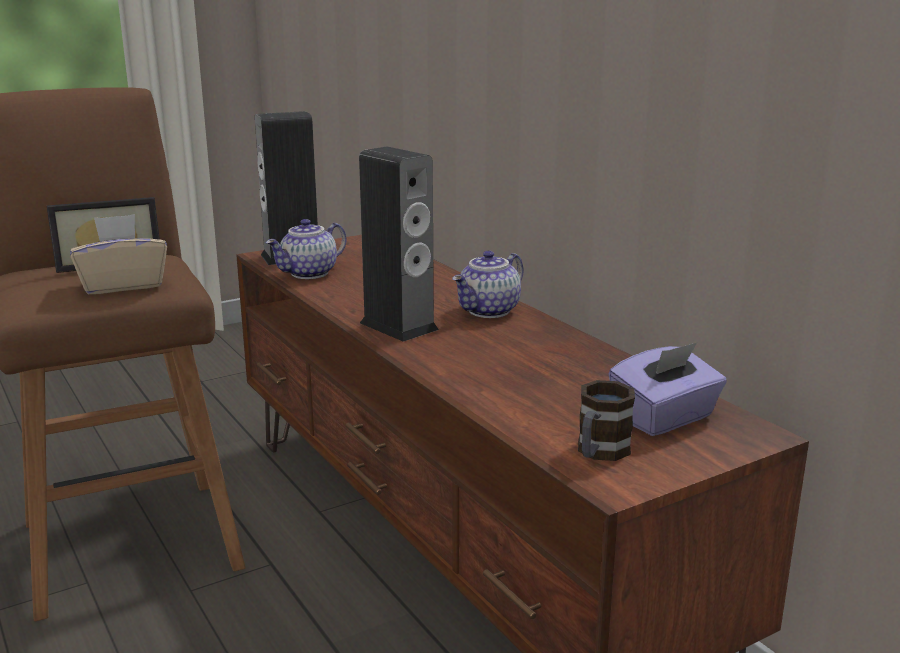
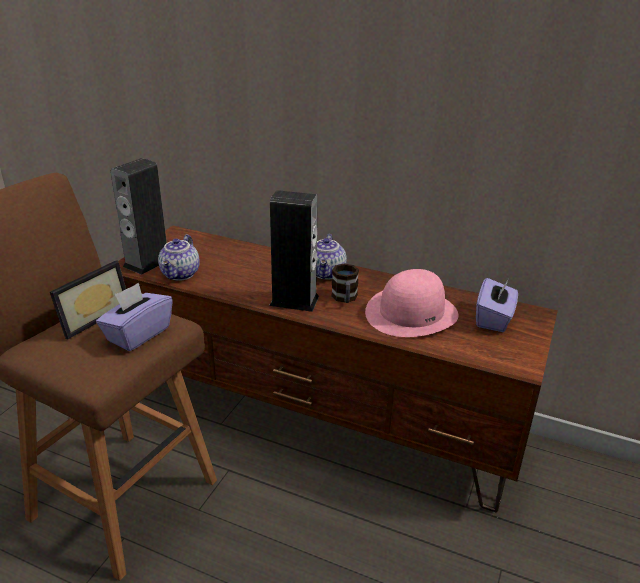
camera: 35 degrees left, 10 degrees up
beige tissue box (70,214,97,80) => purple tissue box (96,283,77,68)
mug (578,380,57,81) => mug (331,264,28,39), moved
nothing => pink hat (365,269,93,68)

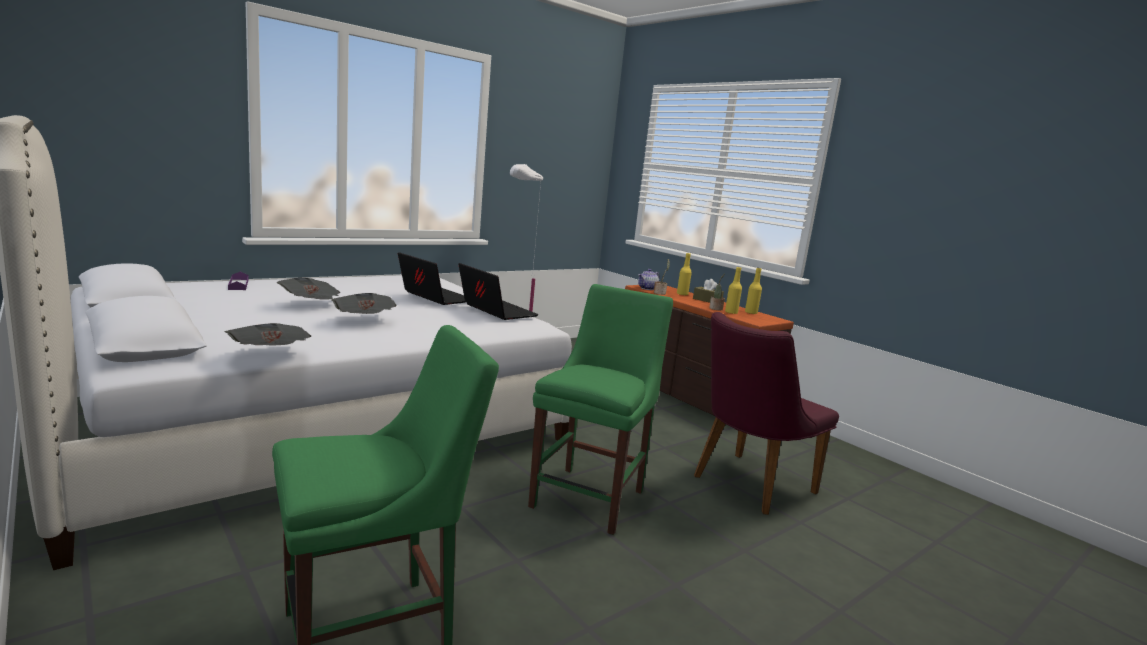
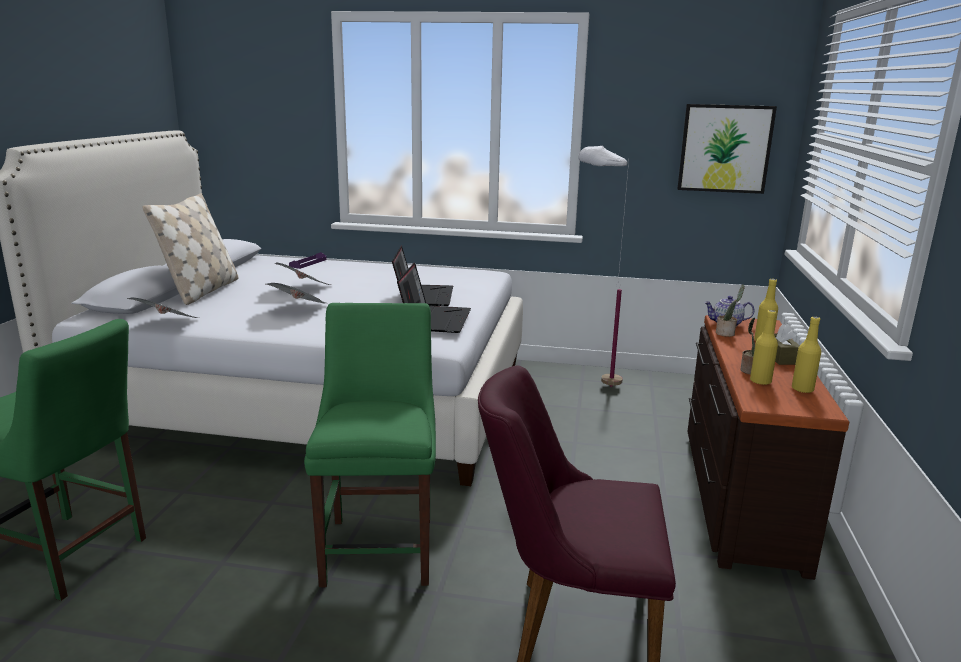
camera: 50 degrees right, 5 degrees up
green chair (528,284,145,251) => green chair (304,303,132,284), 75 degrees counterclockwise
nothing => beige pillow (143,193,95,112)
nothing => picture (678,104,99,90)

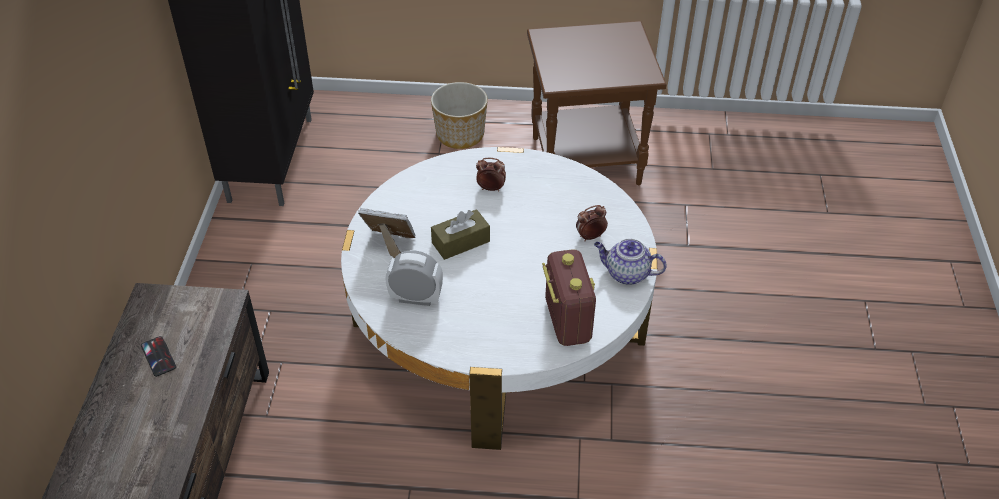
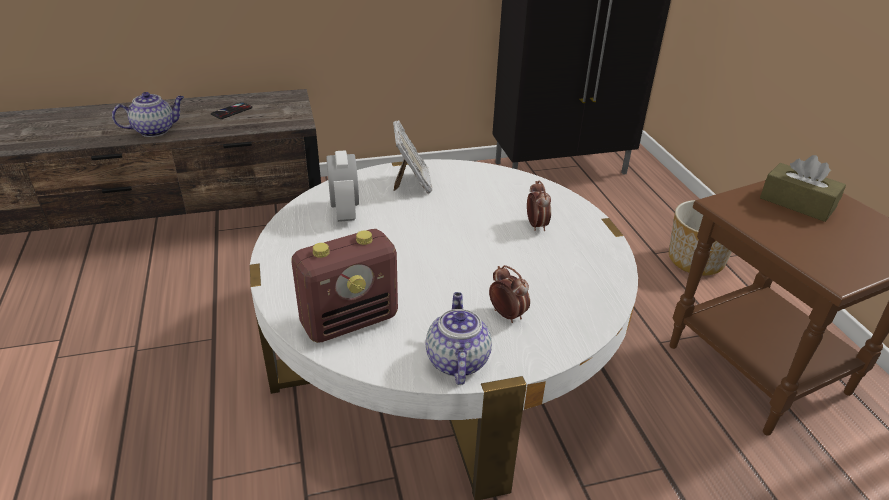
camera: 70 degrees right, 10 degrees down
brown tissue box (431,209,59,51) => brown tissue box (760,155,86,67), moved
nothing => teapot (112,92,72,45)

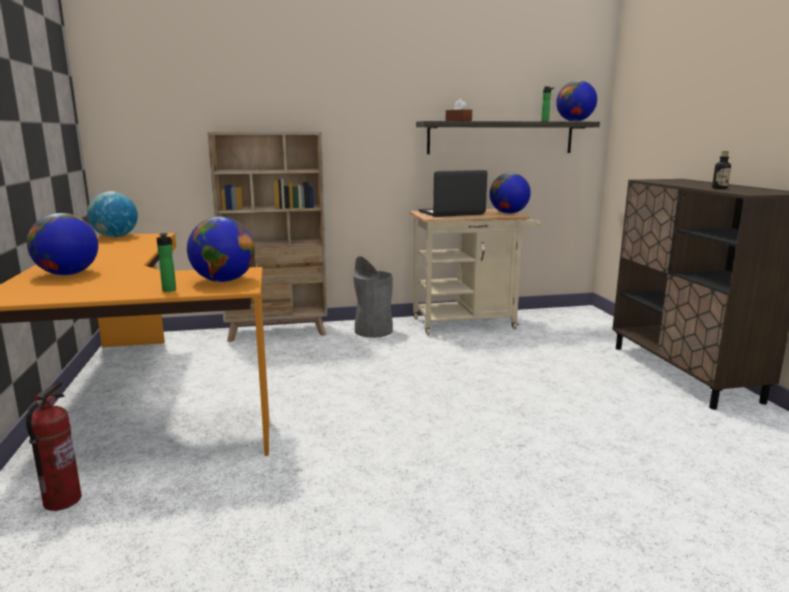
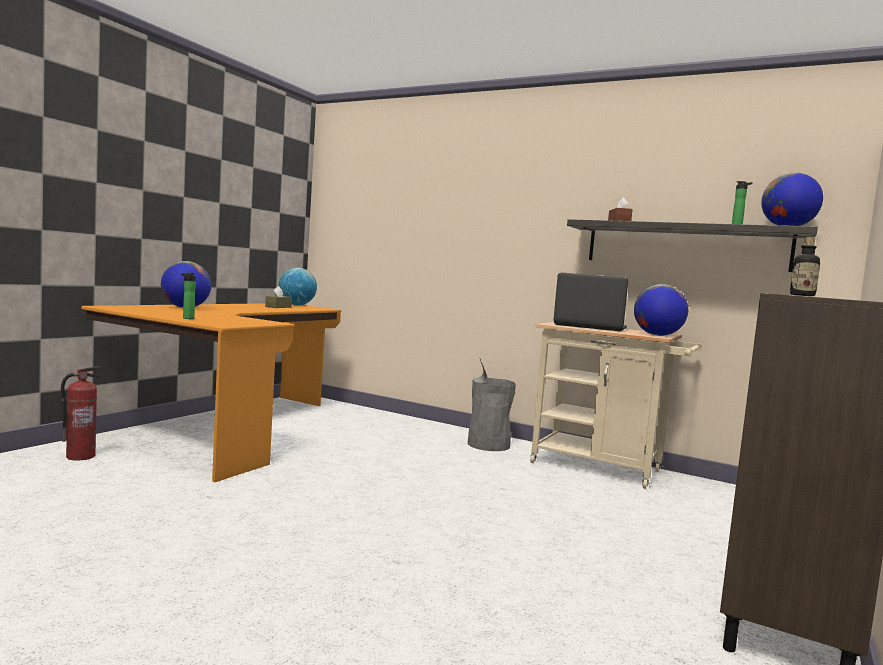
camera: 40 degrees right, 10 degrees down
globe (187,217,68,65) => nothing
beige bookcase (208,132,119,210) => nothing
nothing => brown tissue box (265,286,27,22)

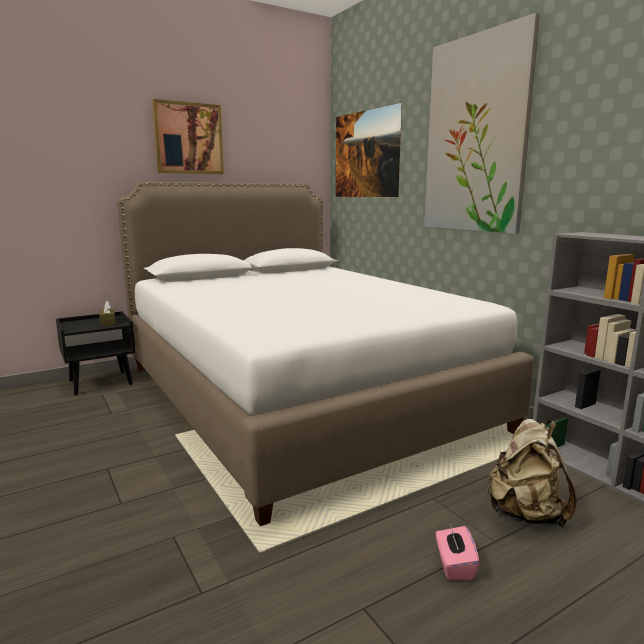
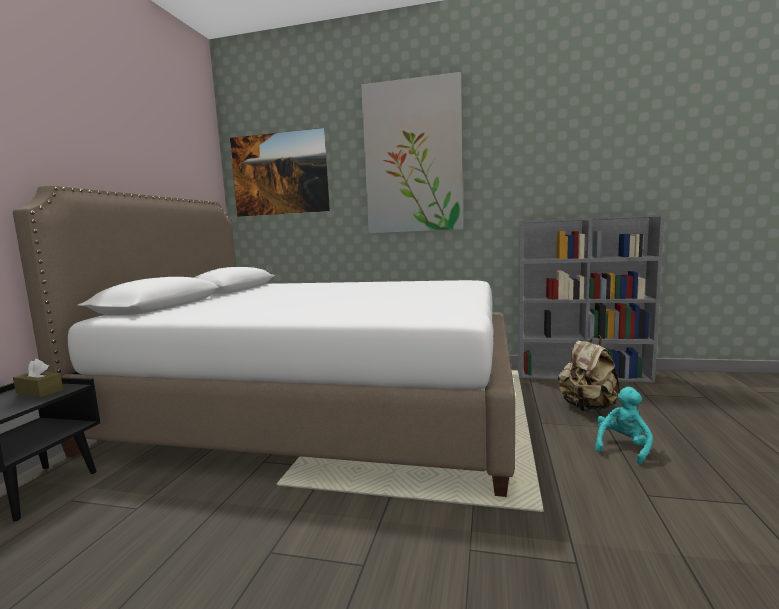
camera: 45 degrees left, 5 degrees down
picture (152,99,72,75) => nothing
pink tissue box (436,524,44,57) => turquoise plush toy (595,387,58,78)

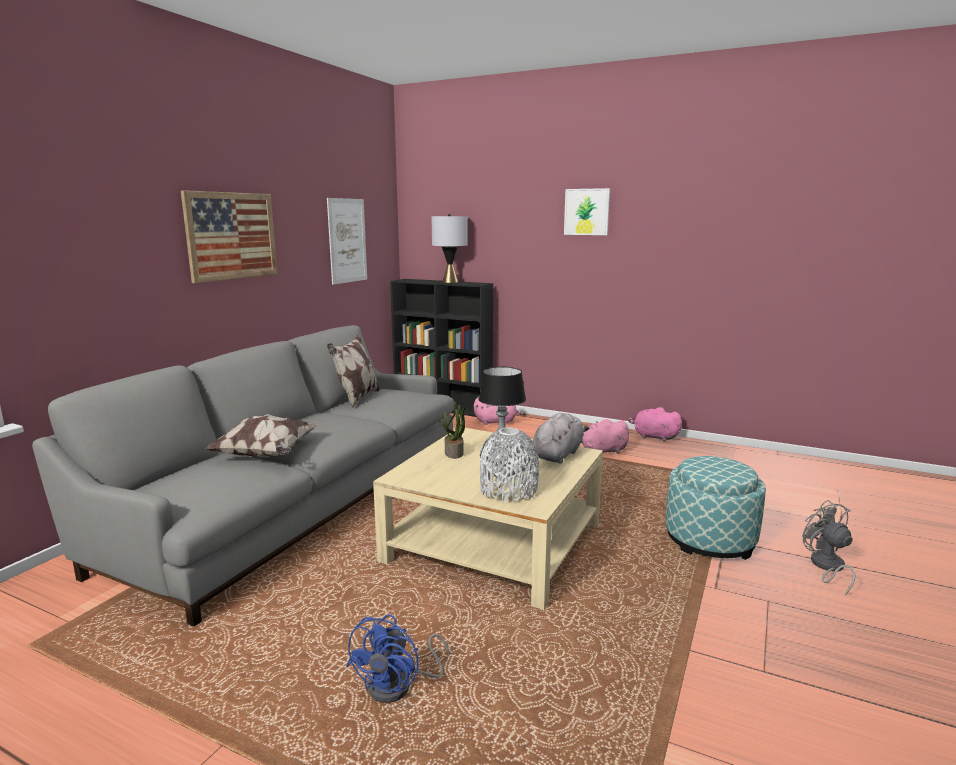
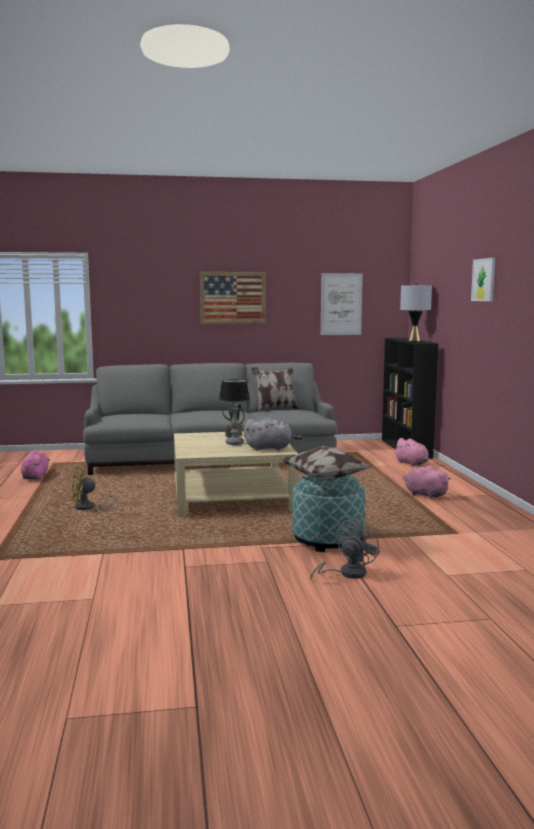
camera: 55 degrees right, 5 degrees down
pillow (205,414,113,44) => pillow (282,446,89,35), moved
blue fan (346,614,104,89) => yellow fan (72,467,47,45)
grey vase (480,427,59,75) => nothing
pink plush toy (628,407,54,34) => pink plush toy (21,451,29,29), moved

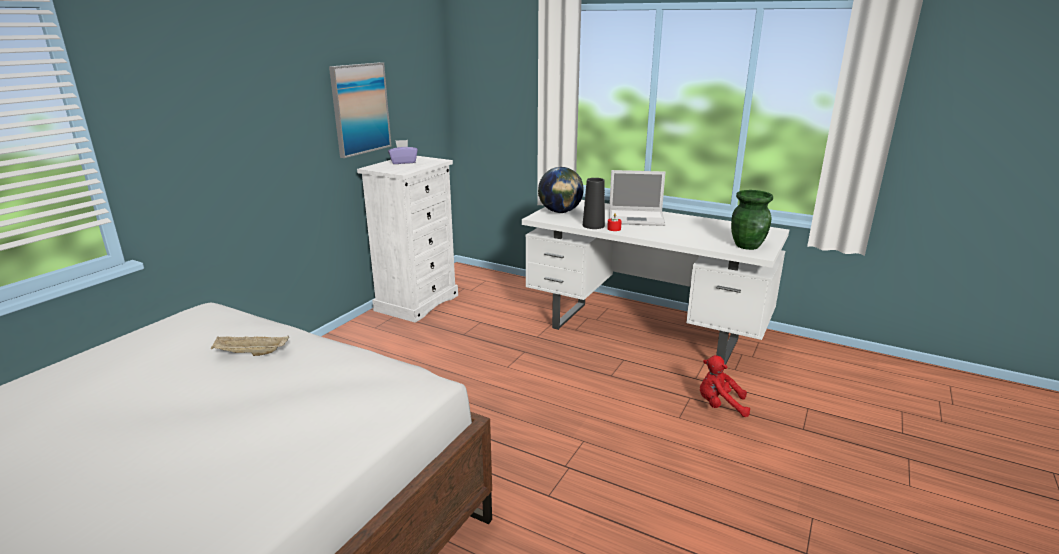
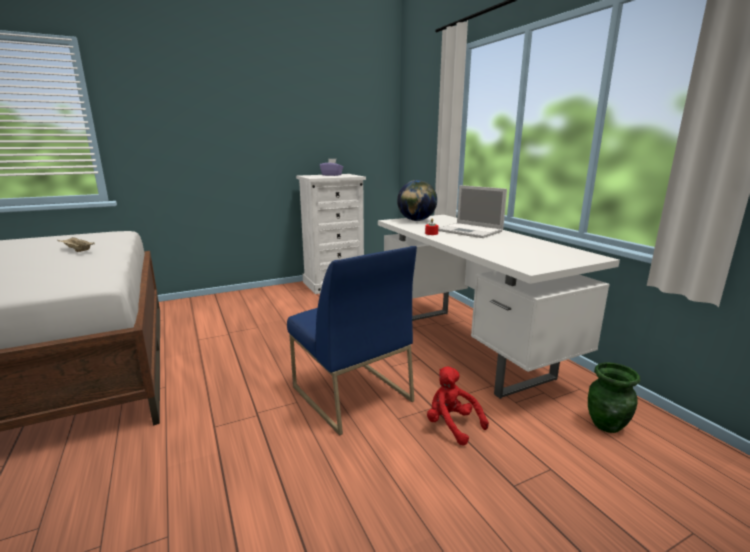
camera: 35 degrees right, 5 degrees down
picture (329,62,62,96) => nothing
black vase (583,178,22,51) => nothing
green vase (731,190,42,60) => green vase (588,362,52,71), moved
nothing => blue chair (287,246,130,189)

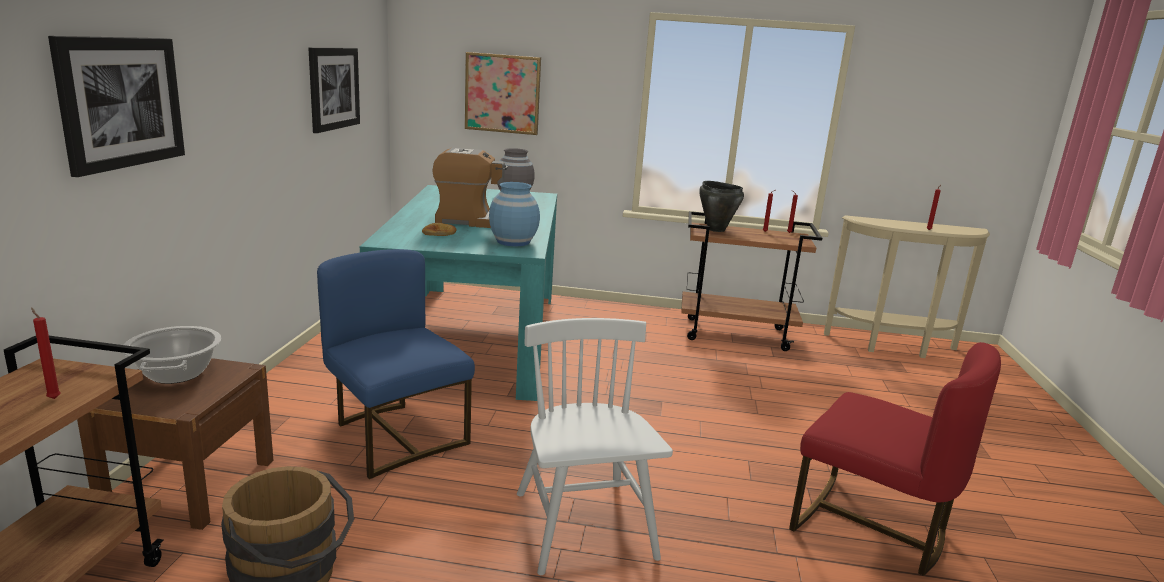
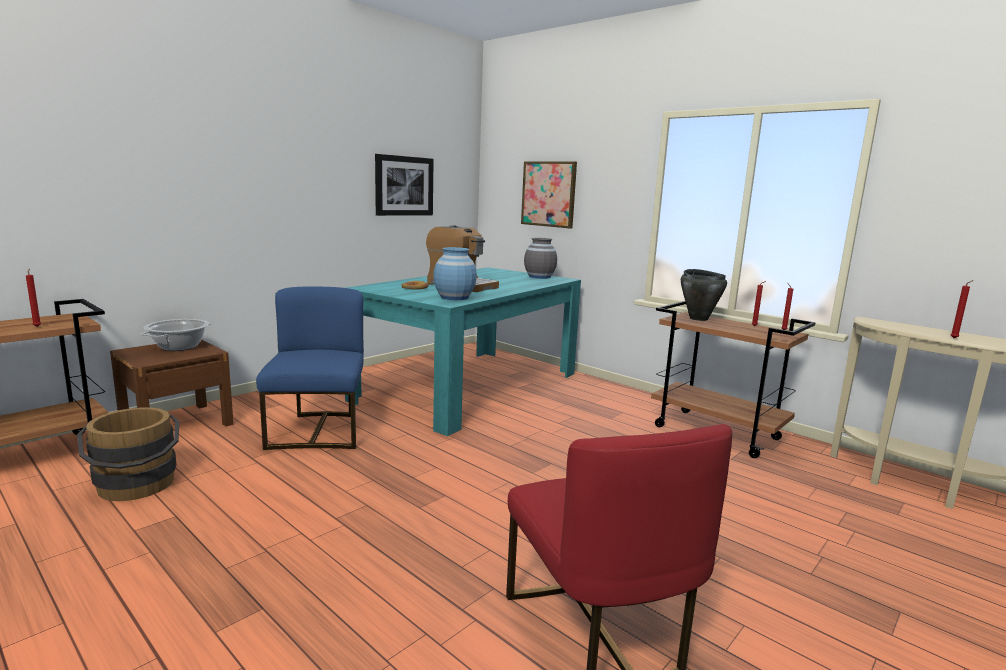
camera: 35 degrees right, 5 degrees down
picture (48,36,137,141) => nothing
white chair (517,318,156,257) => nothing

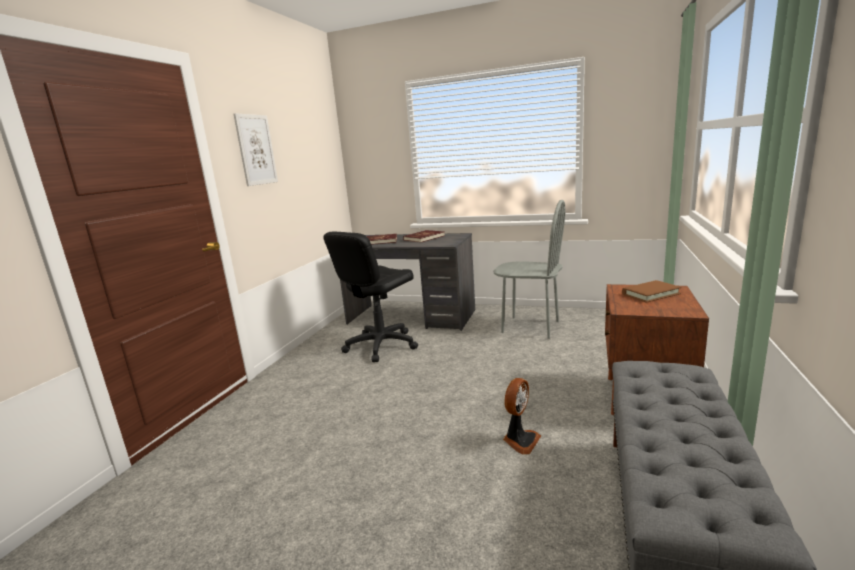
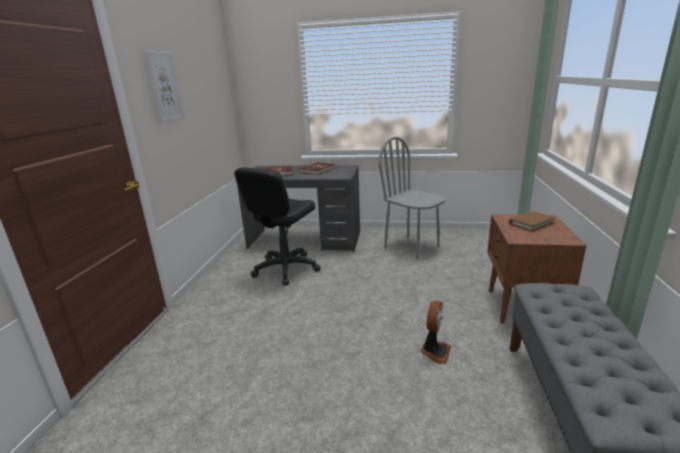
camera: 10 degrees left, 5 degrees up
grey chair (493,200,72,139) => grey chair (379,137,66,122), 150 degrees counterclockwise

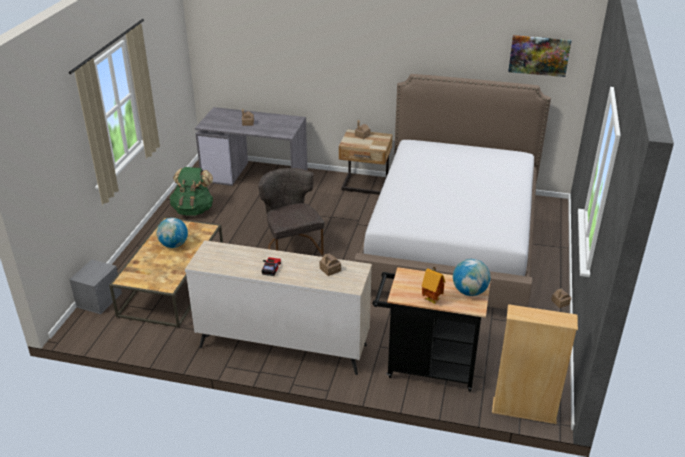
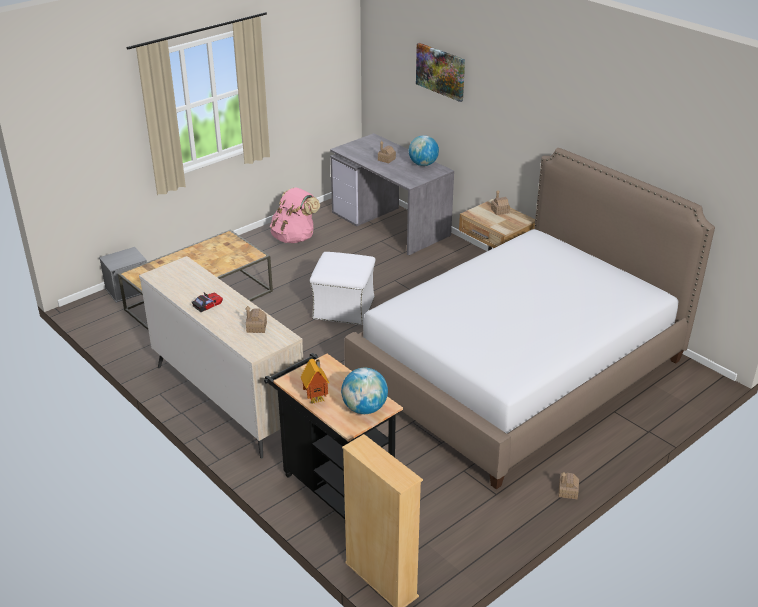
camera: 35 degrees right, 0 degrees up
globe (157,218,31,30) => globe (409,135,30,31), moved
green backpack (170,167,44,49) => pink backpack (270,188,50,55)
grey chair (258,168,67,87) => white ottoman (310,252,65,73)
picture (508,35,63,42) => picture (416,43,49,59), moved

